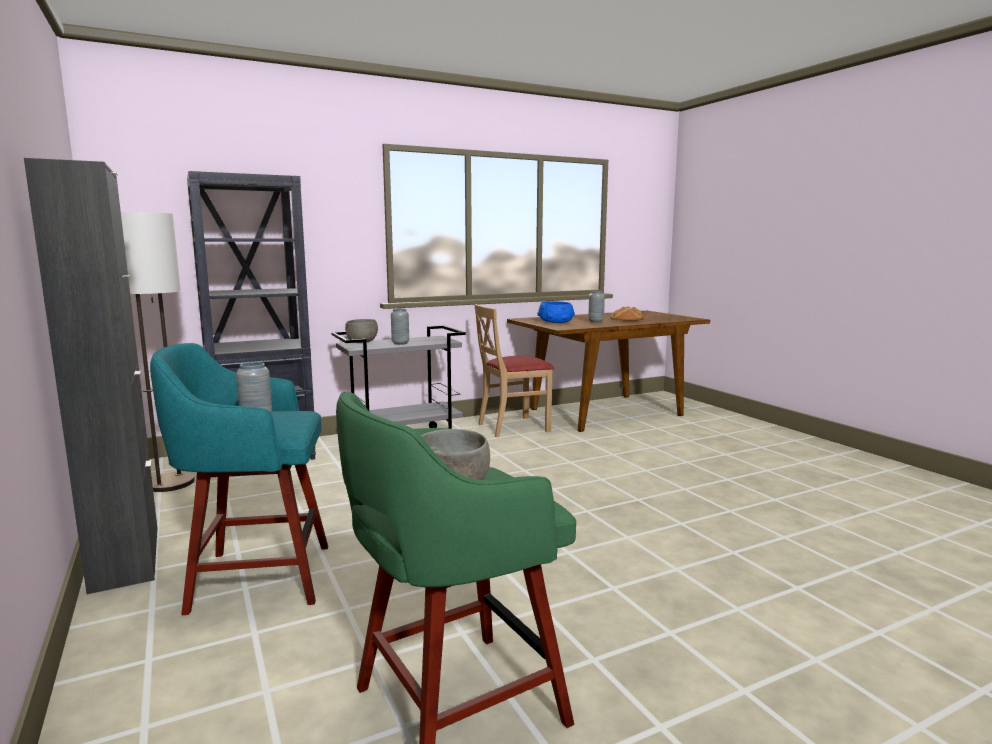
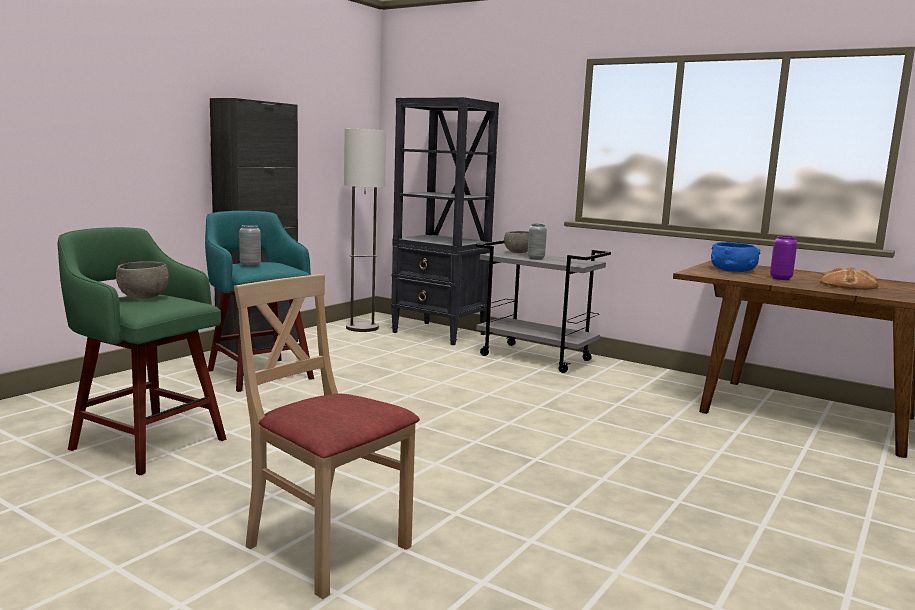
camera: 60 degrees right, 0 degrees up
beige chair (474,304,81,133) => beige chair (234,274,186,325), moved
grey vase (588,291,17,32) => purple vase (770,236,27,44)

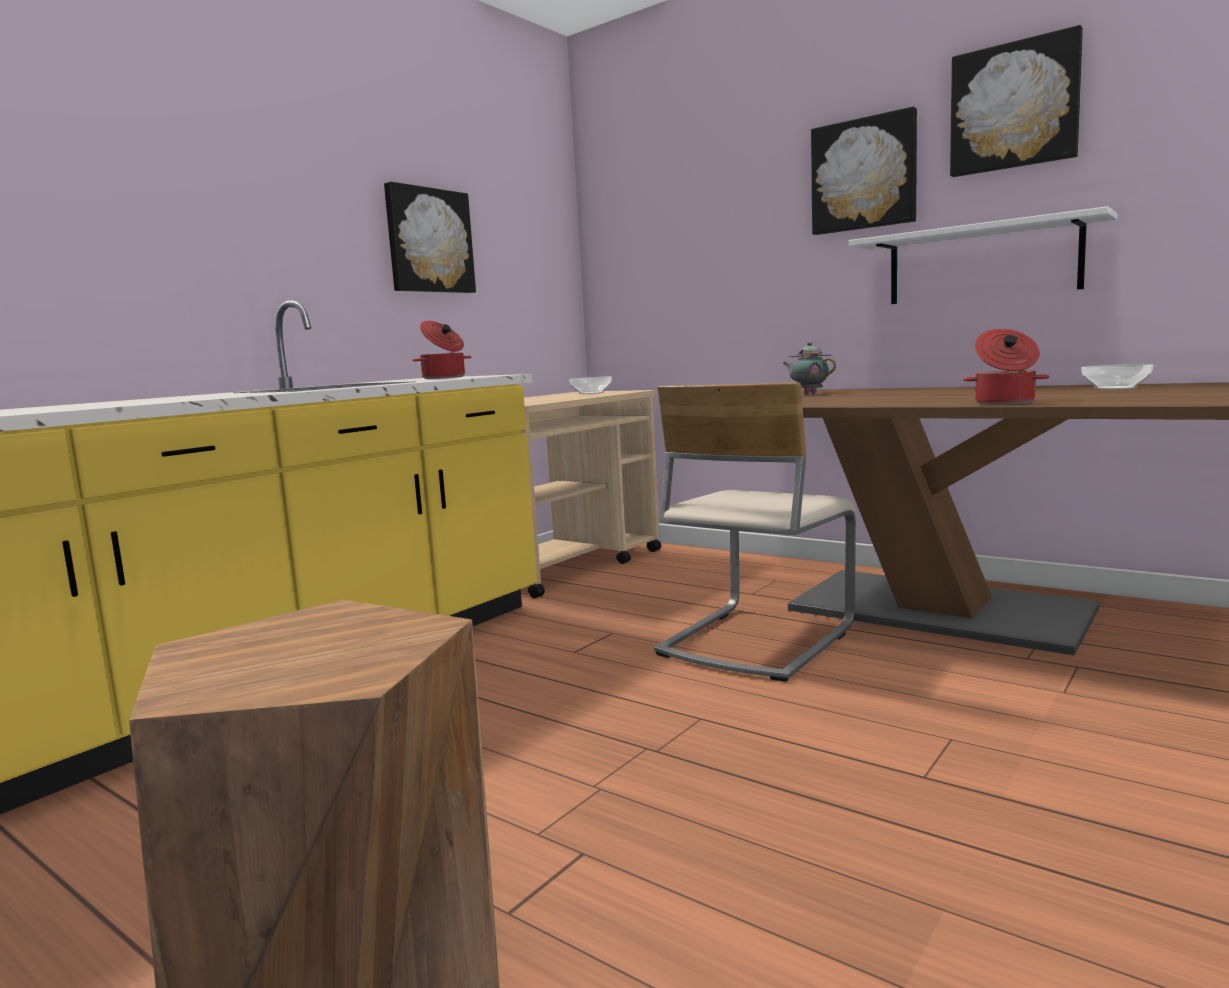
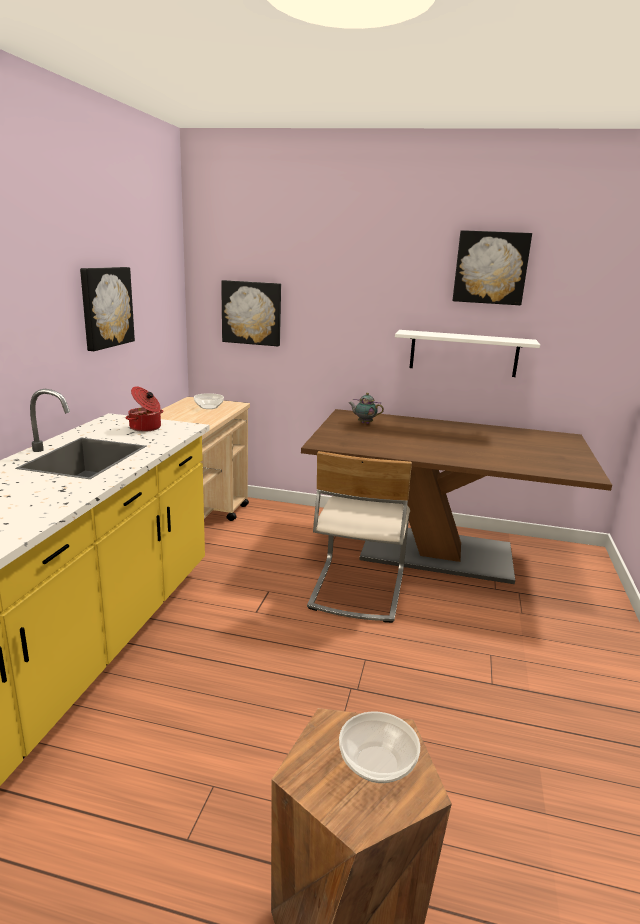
camera: 25 degrees left, 10 degrees up
picture (811,107,106,128) => picture (221,280,60,66), moved
cooking pot (963,329,86,76) => nothing
bowl (1082,364,71,26) => bowl (339,711,81,72), moved

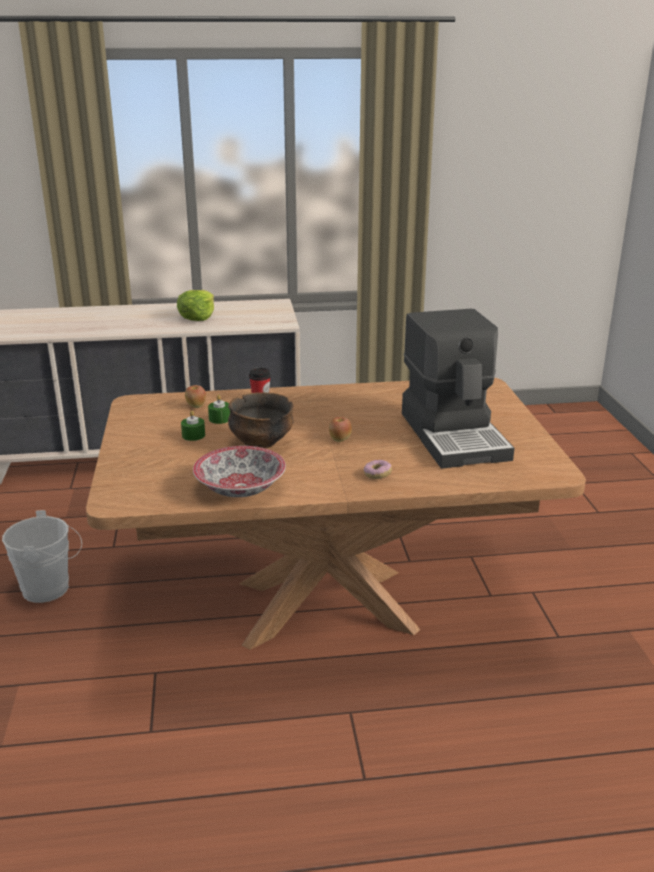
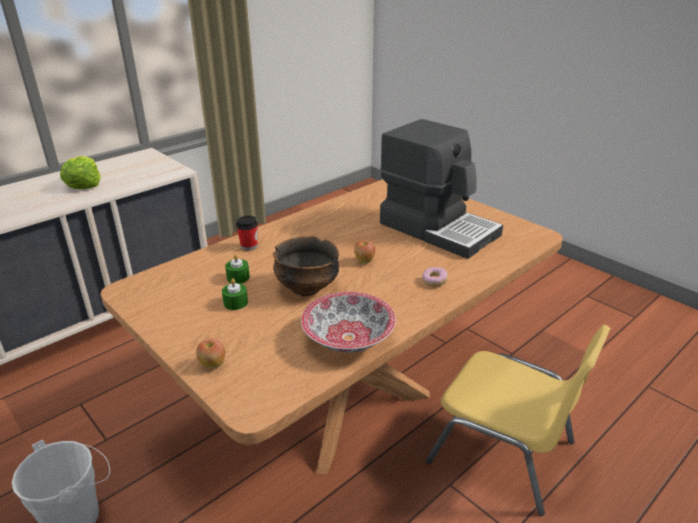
camera: 35 degrees left, 5 degrees up
apple (185,385,21,23) => apple (196,338,29,30), moved
nothing => yellow chair (426,325,185,191)

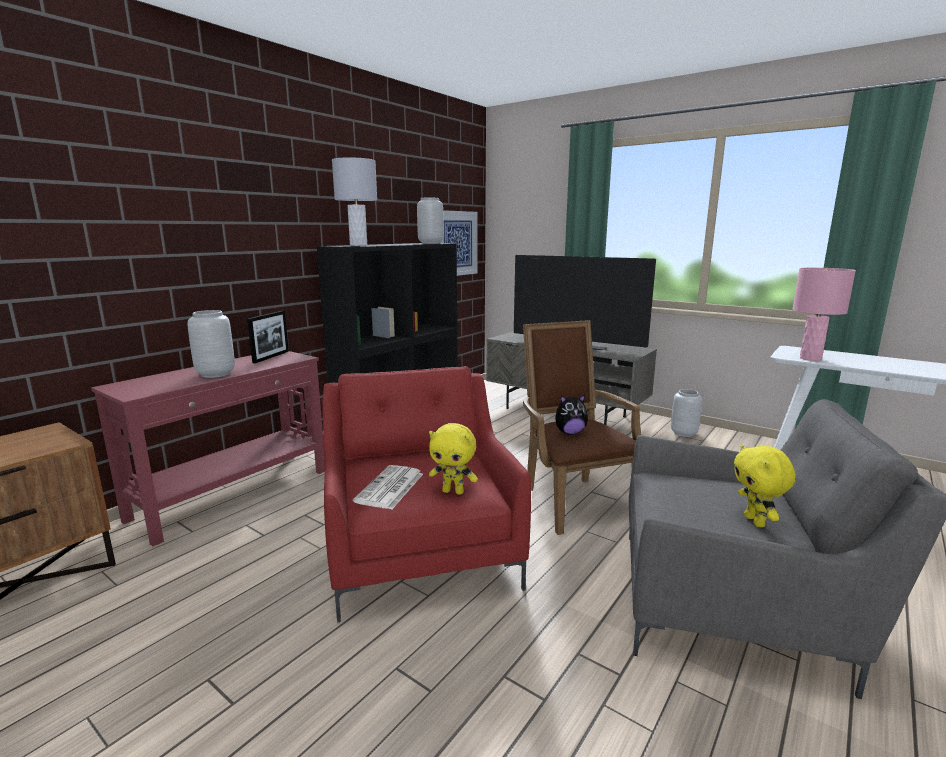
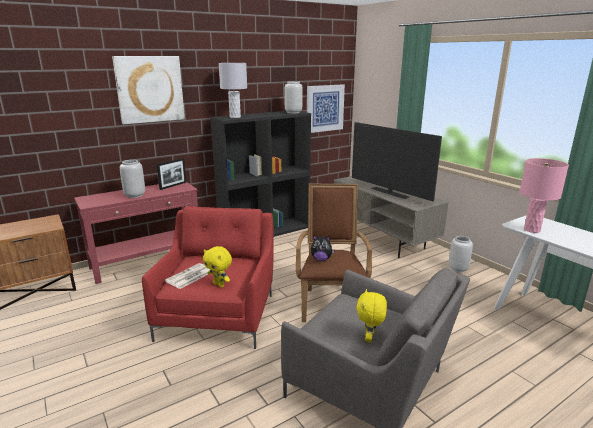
camera: 20 degrees right, 5 degrees up
nothing => picture (112,56,73,68)

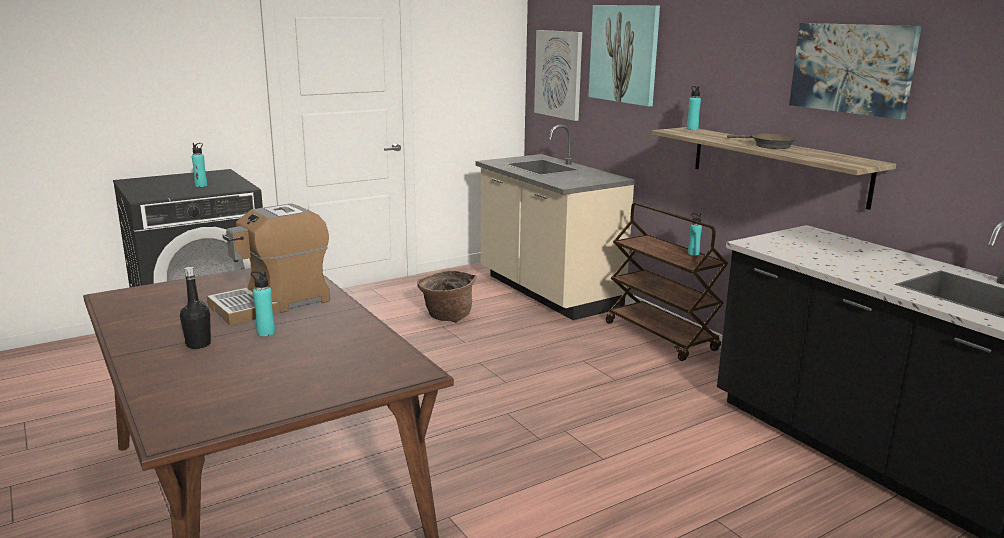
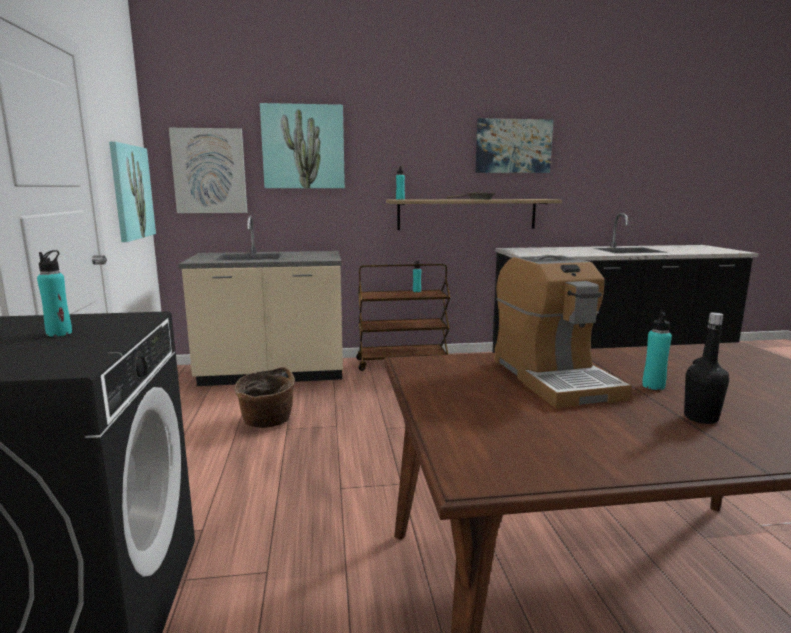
camera: 65 degrees left, 5 degrees down
nothing => picture (109,141,47,101)

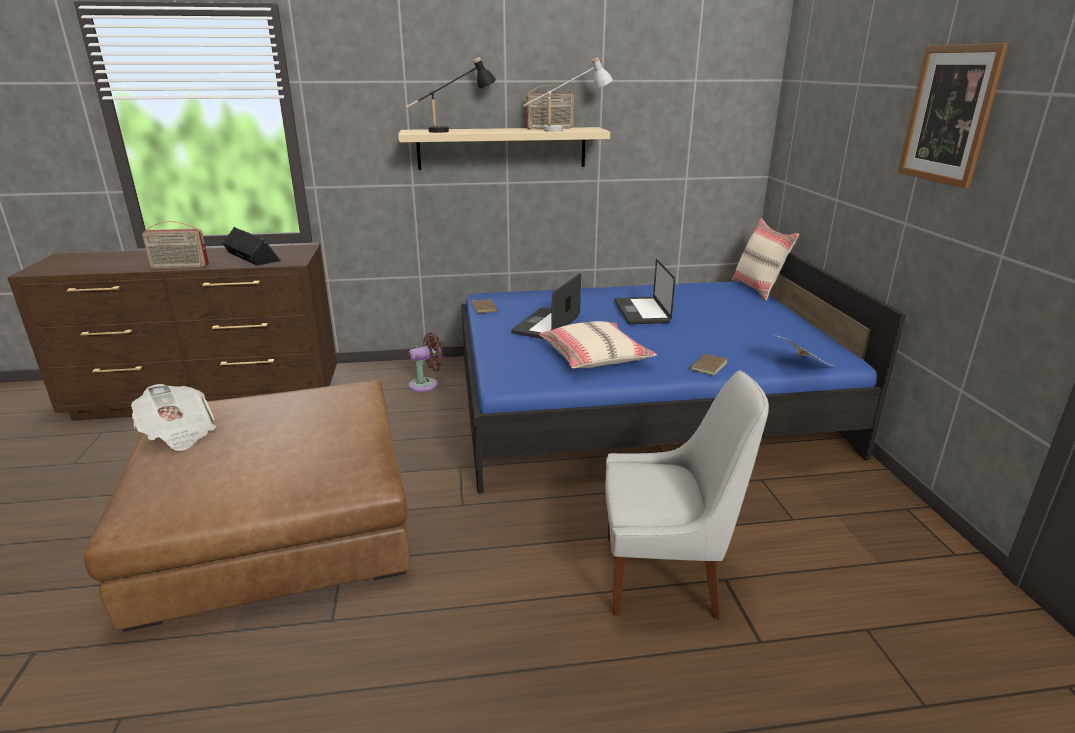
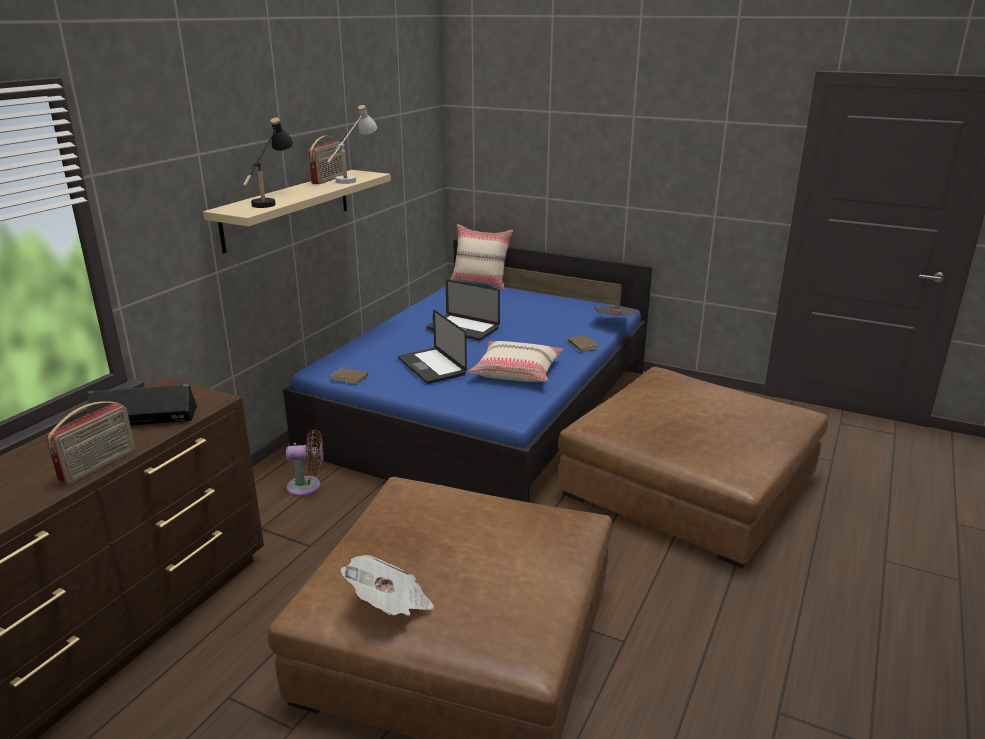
camera: 55 degrees left, 0 degrees up
brown fan (408,333,36,59) => brown fan (286,430,38,66), 75 degrees clockwise
white chair (605,370,164,250) => brown ottoman (558,367,270,201)
picture (898,43,110,146) => nothing

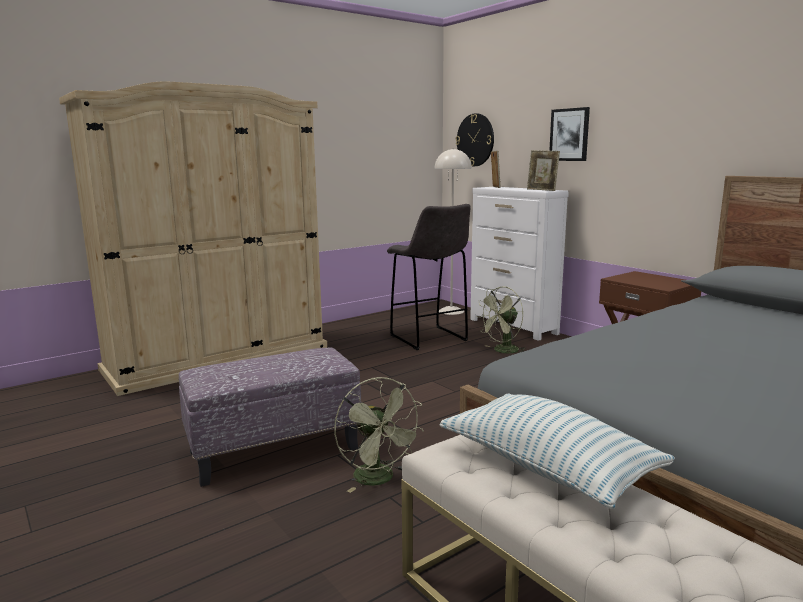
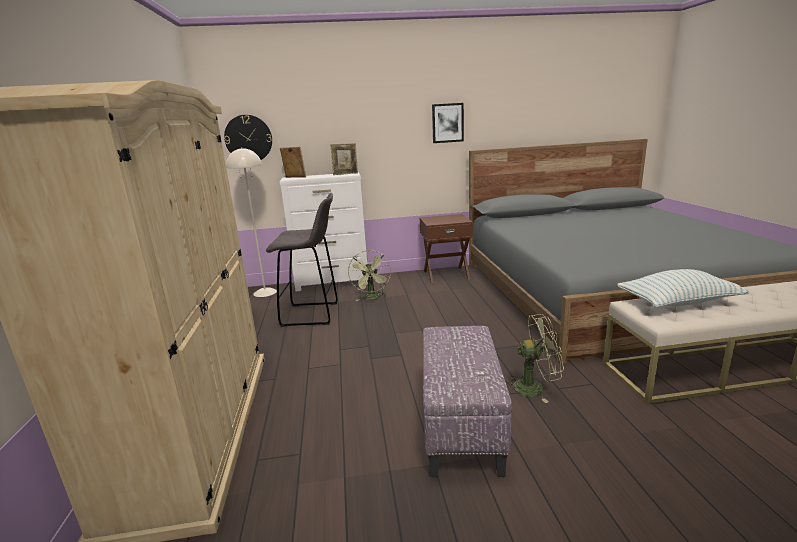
camera: 60 degrees left, 5 degrees up
picture (549,107,41,54) => picture (432,103,32,40), moved

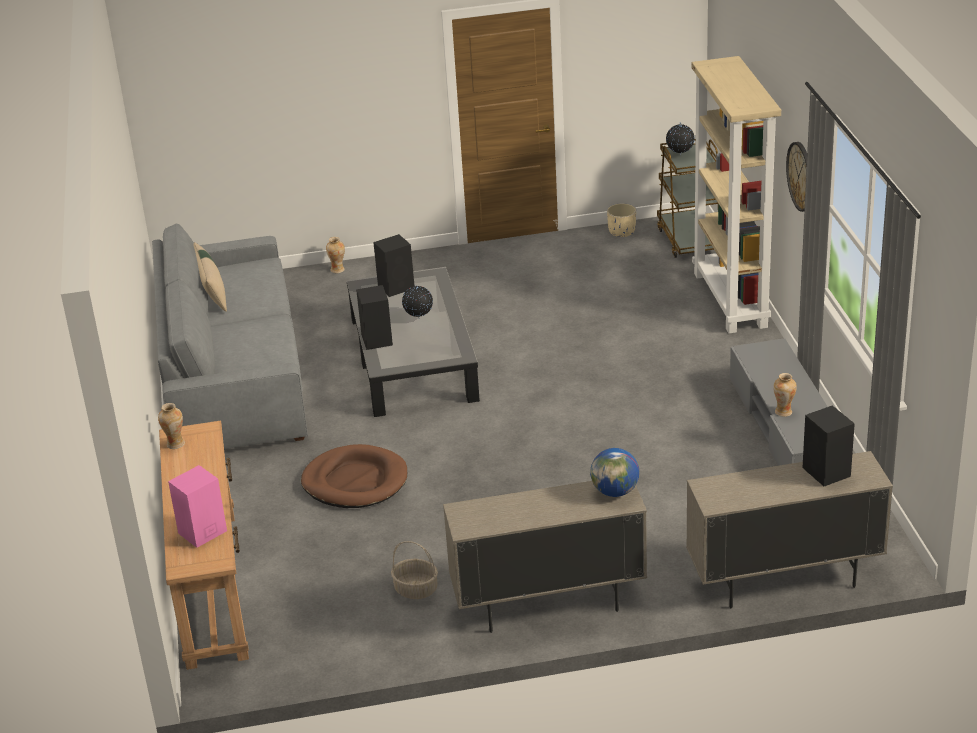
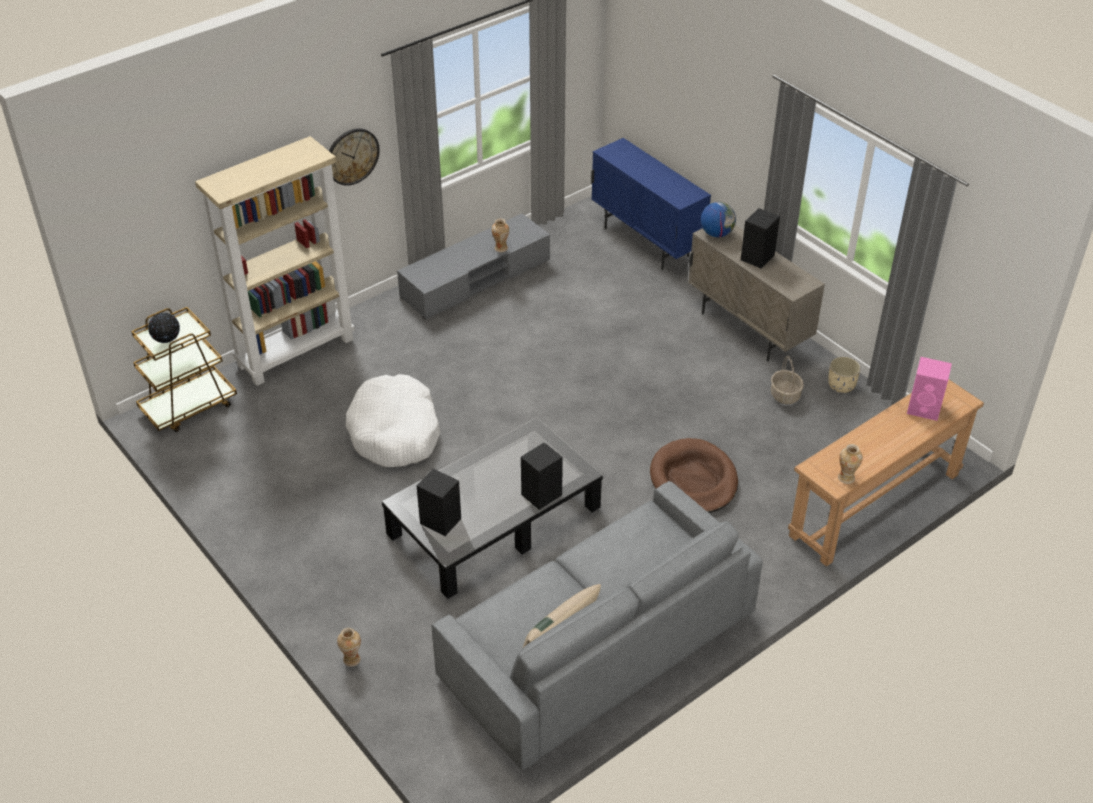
camera: 120 degrees left, 10 degrees up
globe (402,285,31,34) => nothing
beige planter (607,203,29,34) => beige planter (828,357,33,36), moved
beige cabinet (686,451,207,157) => blue cabinet (591,138,120,132)
black speaker (802,405,53,81) => black speaker (741,208,39,61), moved
nothing => white dog bed (346,374,95,93)

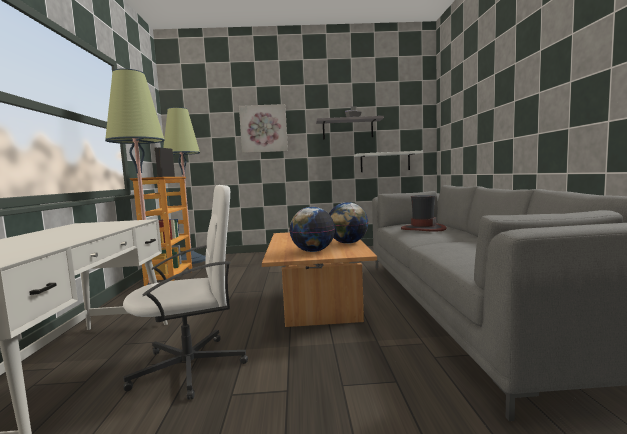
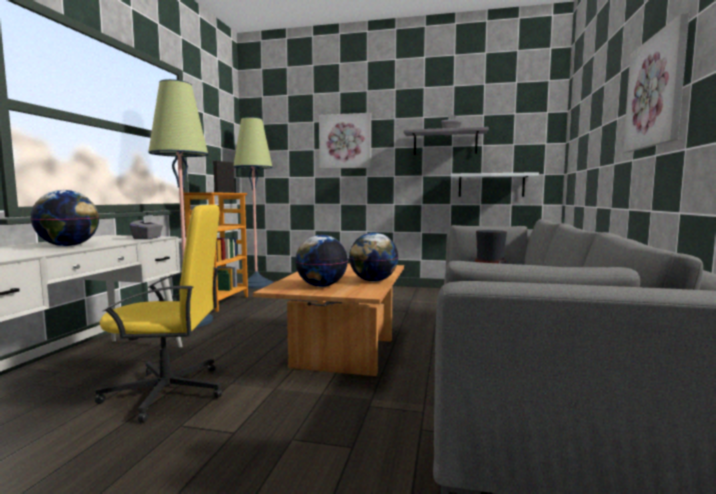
camera: 15 degrees right, 0 degrees up
white office chair (123,185,125,215) => yellow office chair (95,205,127,218)
nothing => globe (30,190,69,56)
nothing => grey tissue box (130,215,33,24)
nothing => picture (623,13,66,139)

